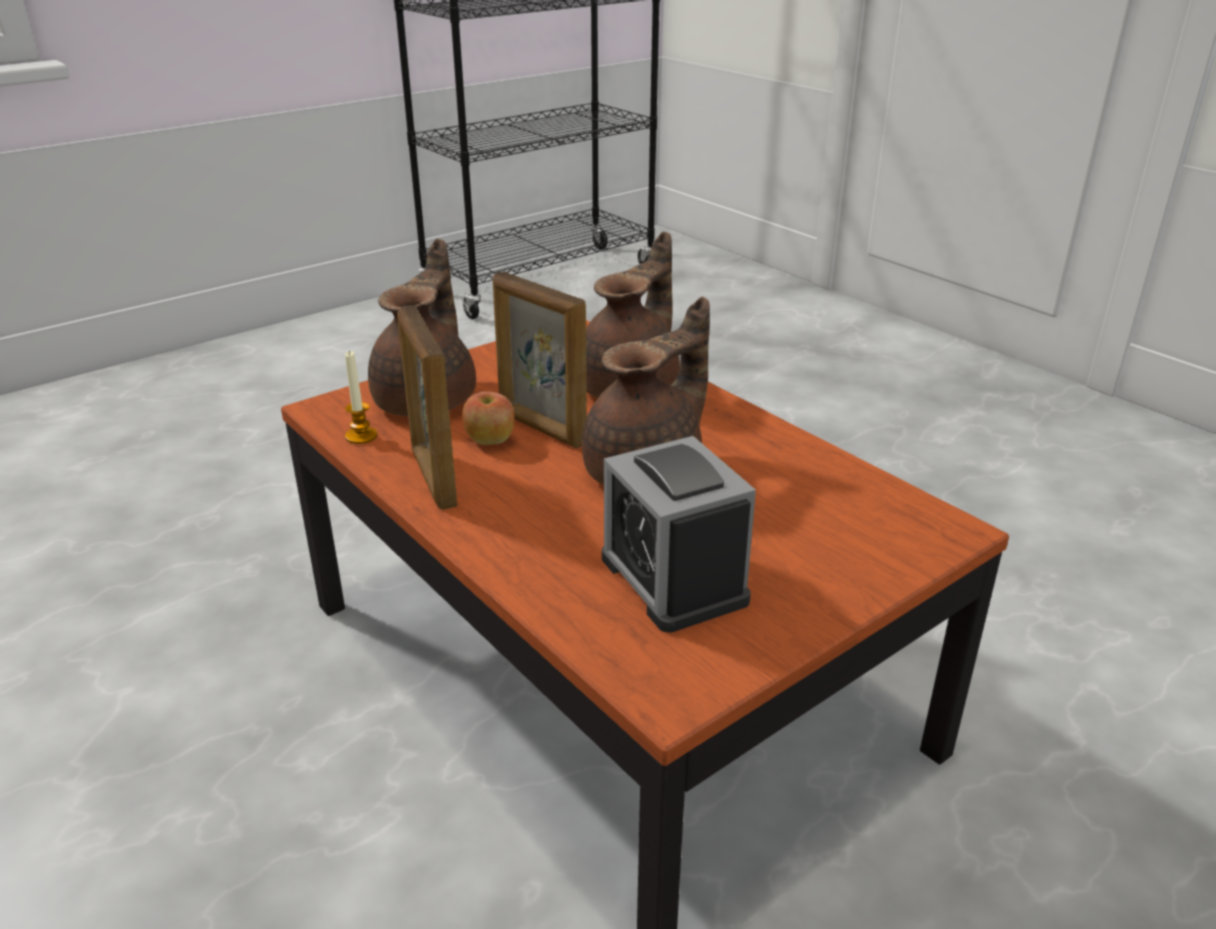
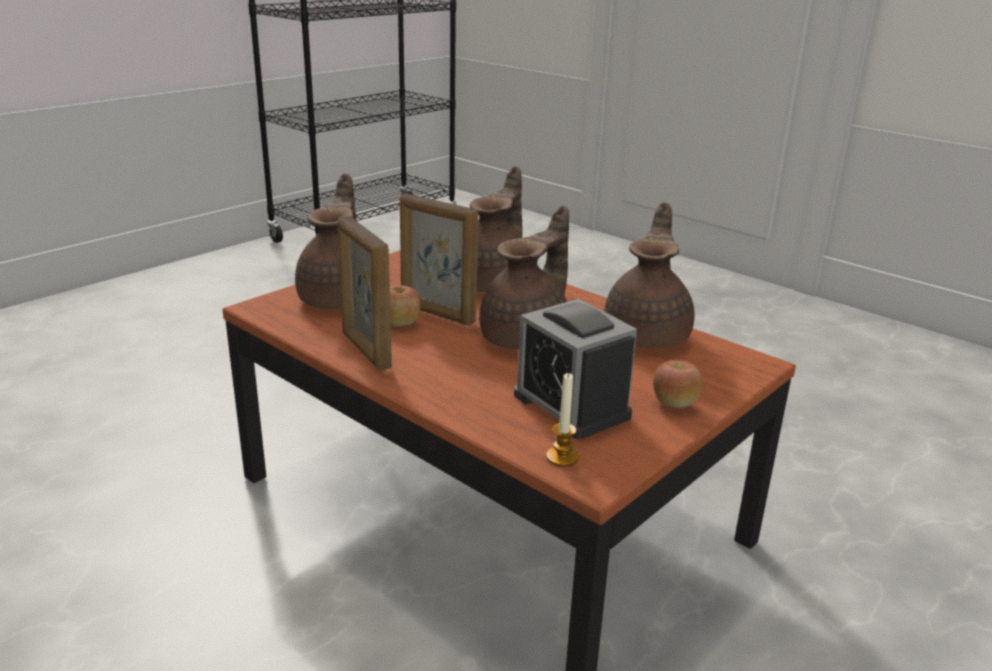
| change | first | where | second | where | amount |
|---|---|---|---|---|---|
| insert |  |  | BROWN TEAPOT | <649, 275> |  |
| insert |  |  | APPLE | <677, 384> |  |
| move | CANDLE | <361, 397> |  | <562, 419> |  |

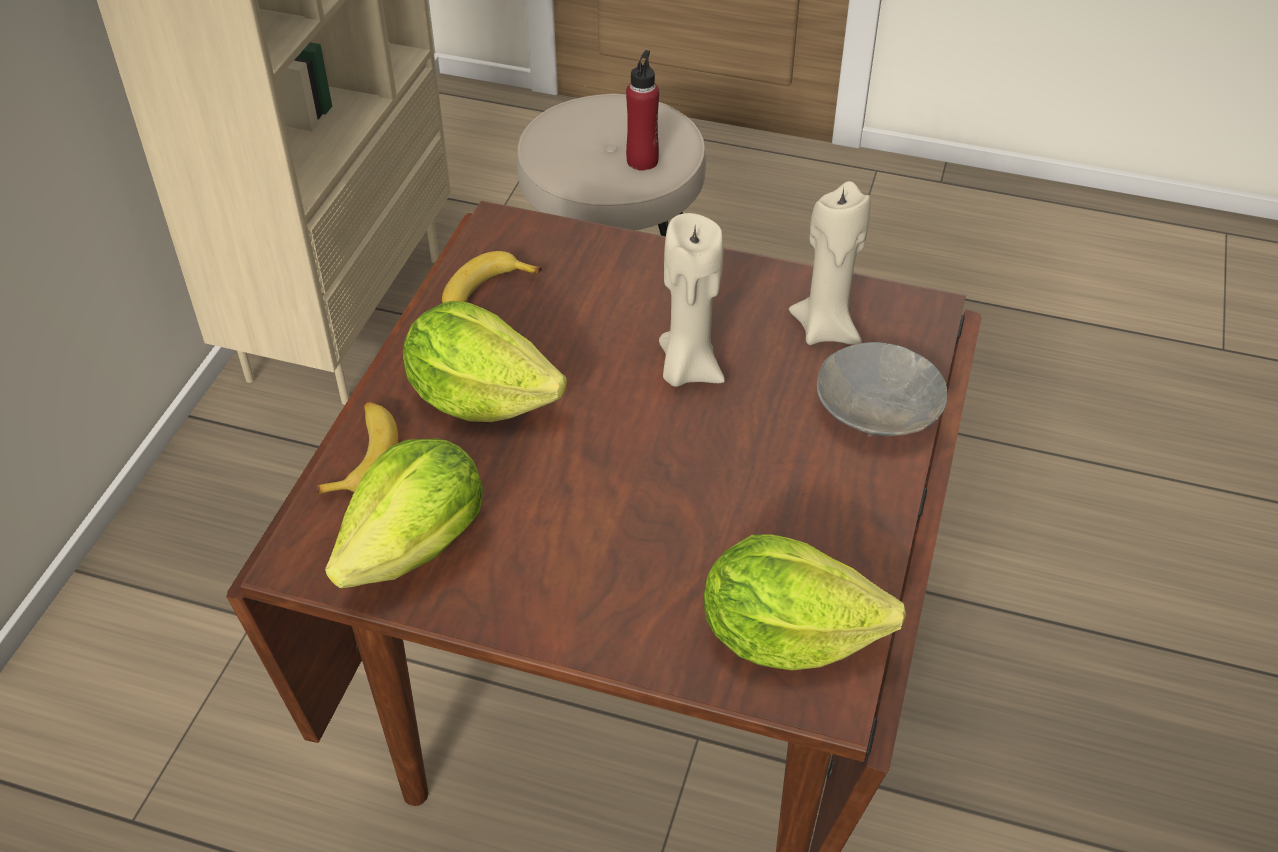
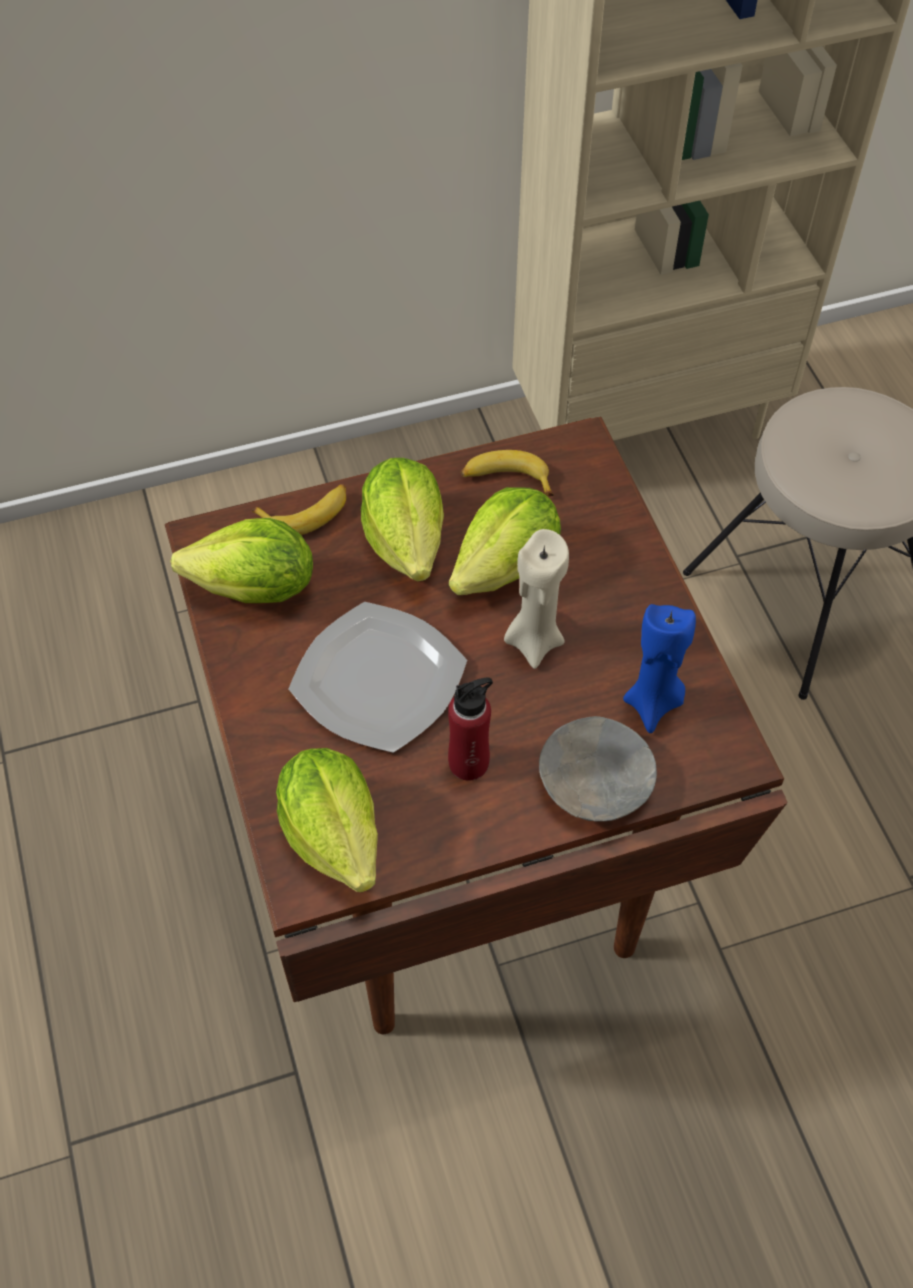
| change | first | where | second | where | amount |
|---|---|---|---|---|---|
| insert |  |  | PLATE | <378, 677> |  |
| insert |  |  | LETTUCE | <505, 541> |  |
| move | RED BOTTLE | <642, 110> |  | <470, 729> |  |
| recolor | BEIGE CANDLE | <830, 263> | BLUE CANDLE | <659, 668> |  |

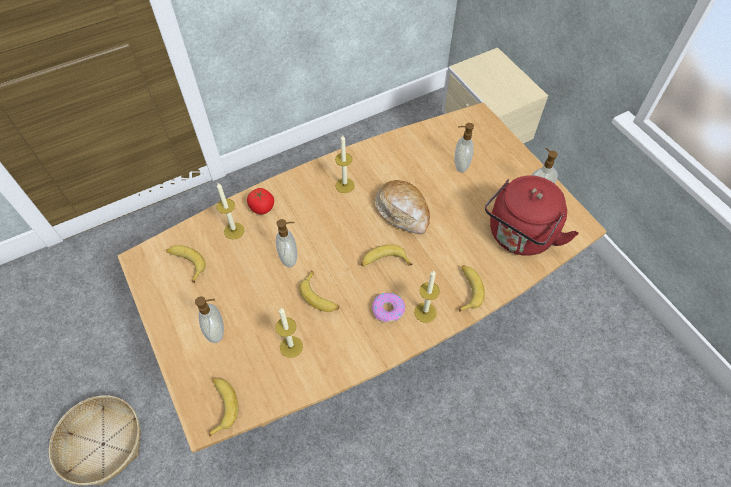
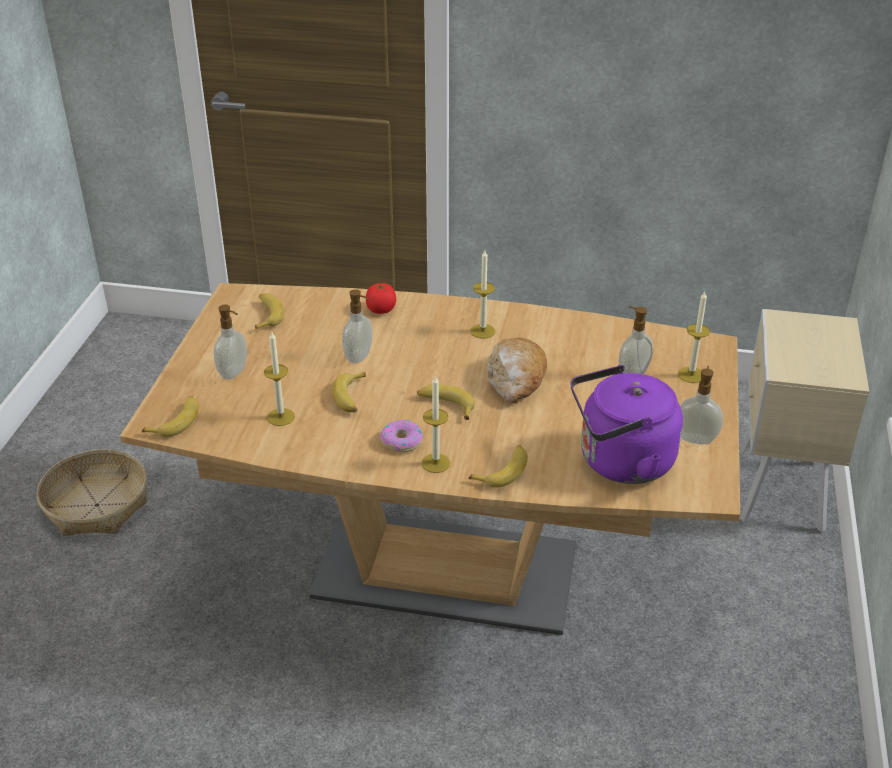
| change | first | where | second | where | amount |
|---|---|---|---|---|---|
| move | CANDLE | <230, 211> |  | <694, 337> |  |
| recolor | RED KETTLE | <532, 215> | PURPLE KETTLE | <626, 424> |  |

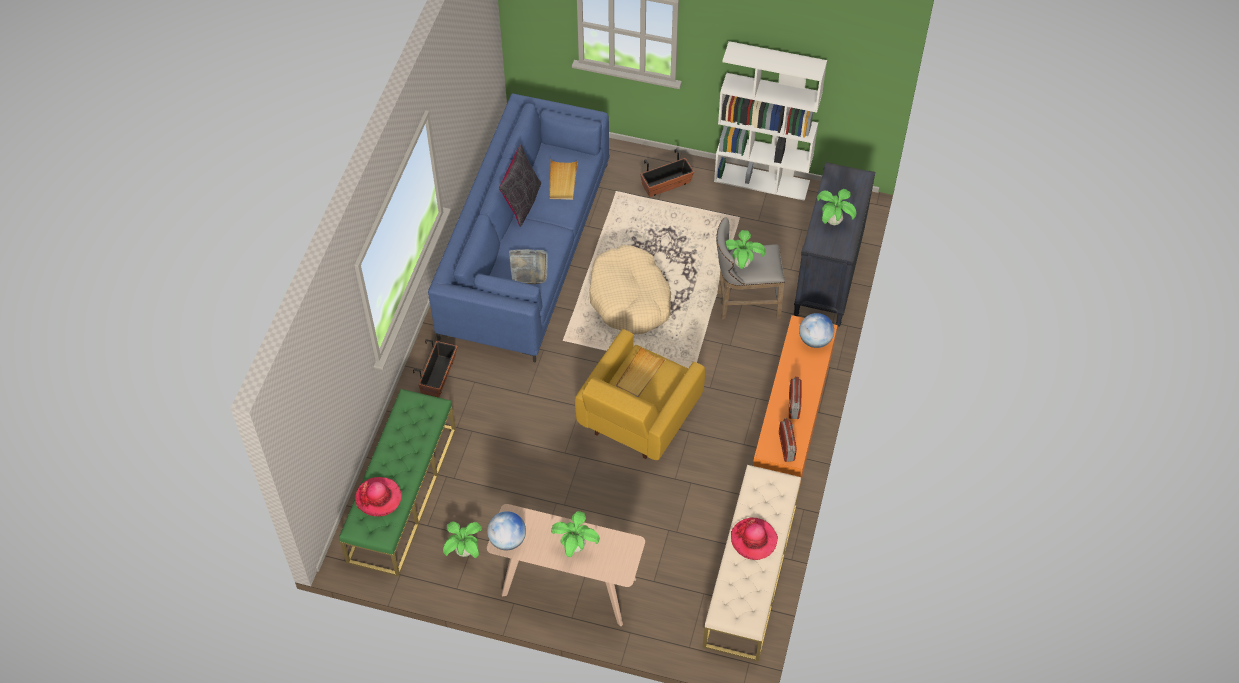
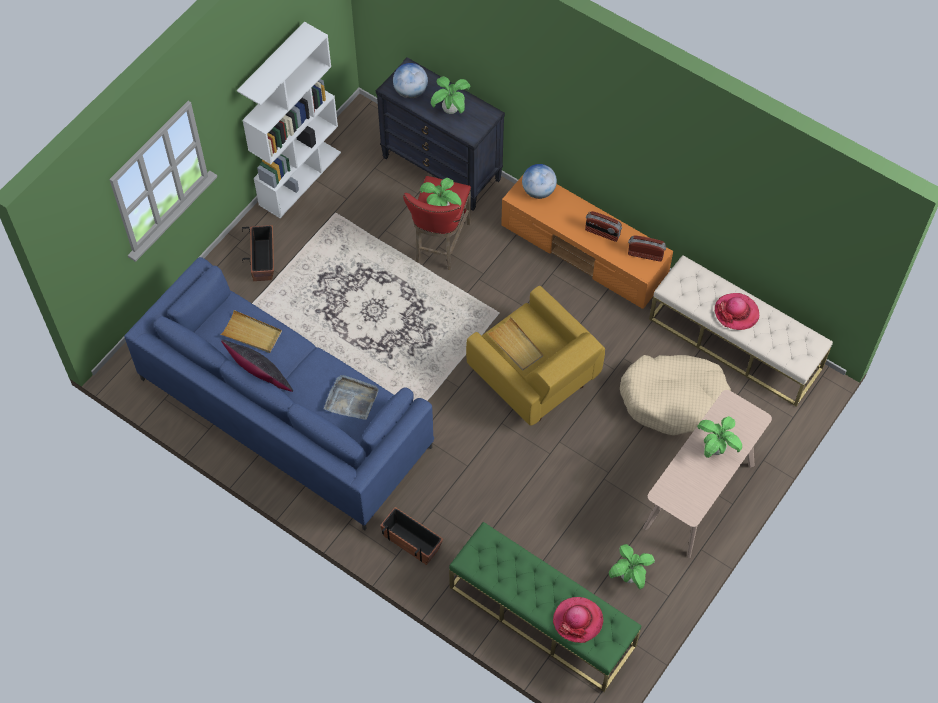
| change | first | where | second | where | amount |
|---|---|---|---|---|---|
| move | GLOBE | <506, 530> |  | <410, 80> |  |
| move | BEIGE DOG BED | <630, 289> |  | <675, 395> |  |
| recolor | GREY STOOL | <750, 269> | RED STOOL | <437, 223> |  |

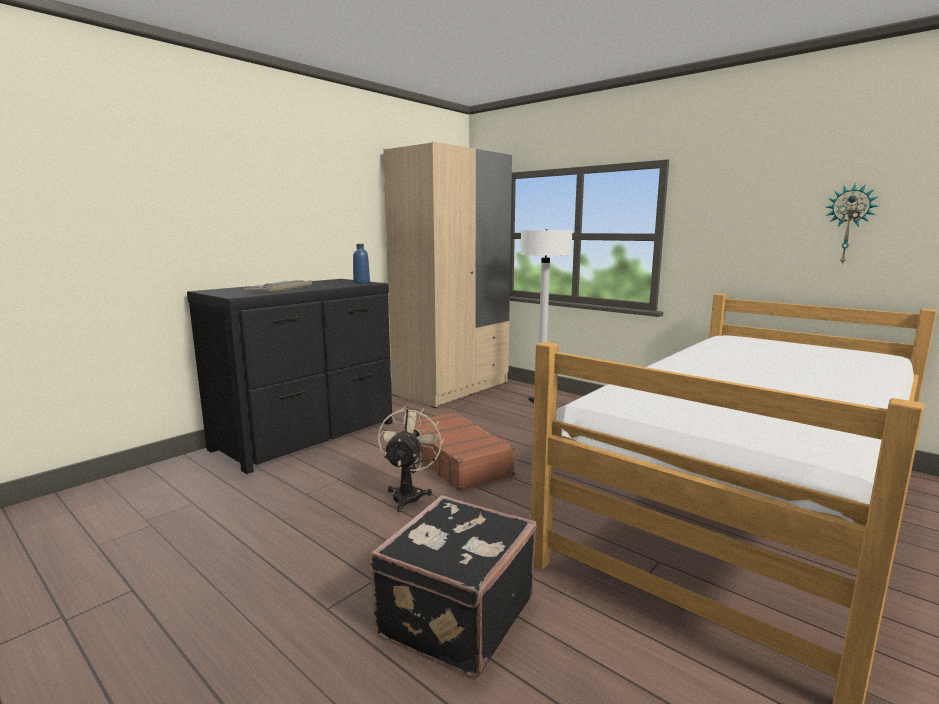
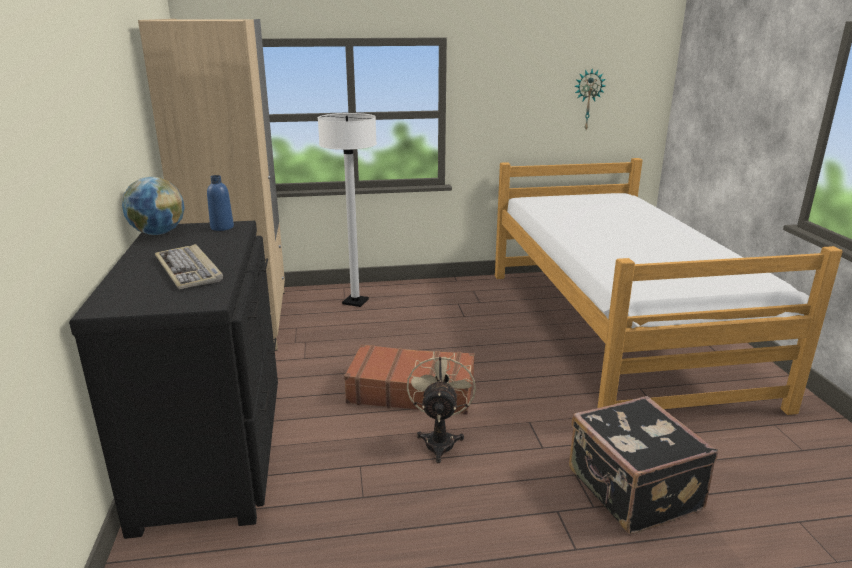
| change | first | where | second | where | amount |
|---|---|---|---|---|---|
| insert |  |  | GLOBE | <153, 206> |  |
| rotate | BEIGE FAN | <411, 459> |  | <441, 407> | 45 degrees clockwise |

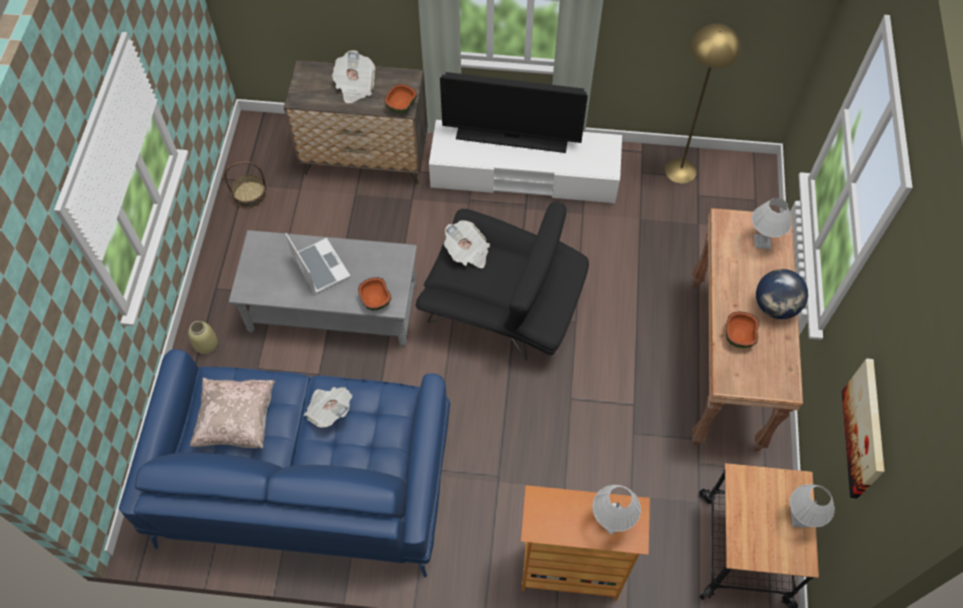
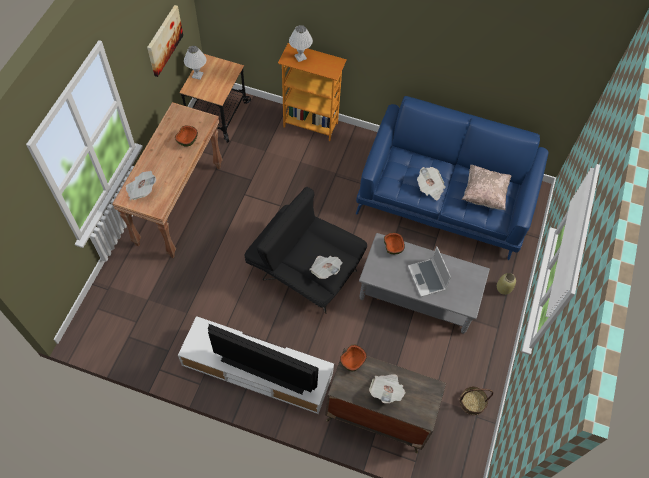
| change | first | where | second | where | amount |
|---|---|---|---|---|---|
| delete | YELLOW FLOOR LAMP | <703, 103> |  |  |  |
| delete | GLOBE | <782, 294> |  |  |  |
| replace | WHITE TABLE LAMP | <772, 223> | NEWSPAPER | <141, 185> |  |

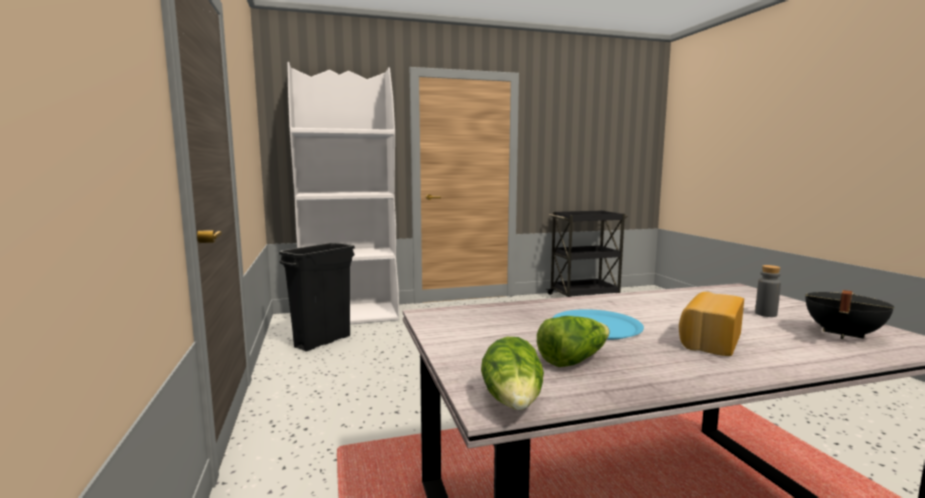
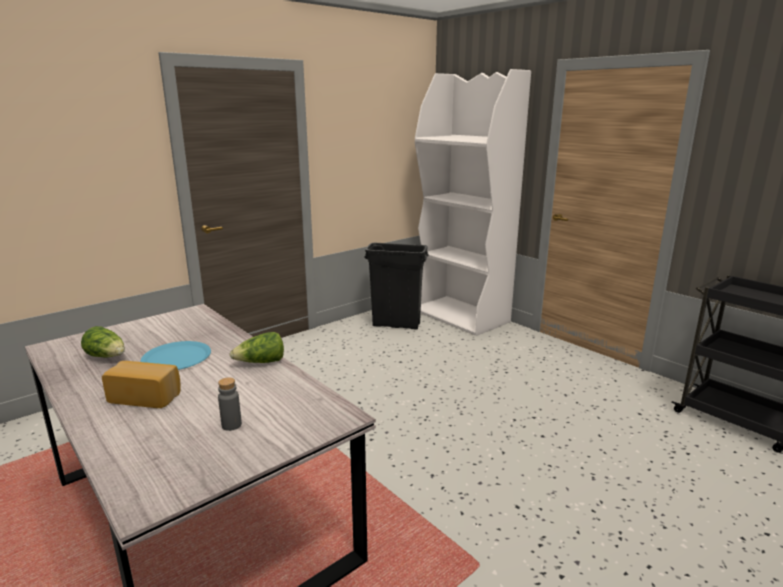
| change | first | where | second | where | amount |
|---|---|---|---|---|---|
| delete | BLACK COOKING POT | <849, 314> |  |  |  |
| move | LETTUCE | <512, 373> |  | <257, 347> |  |

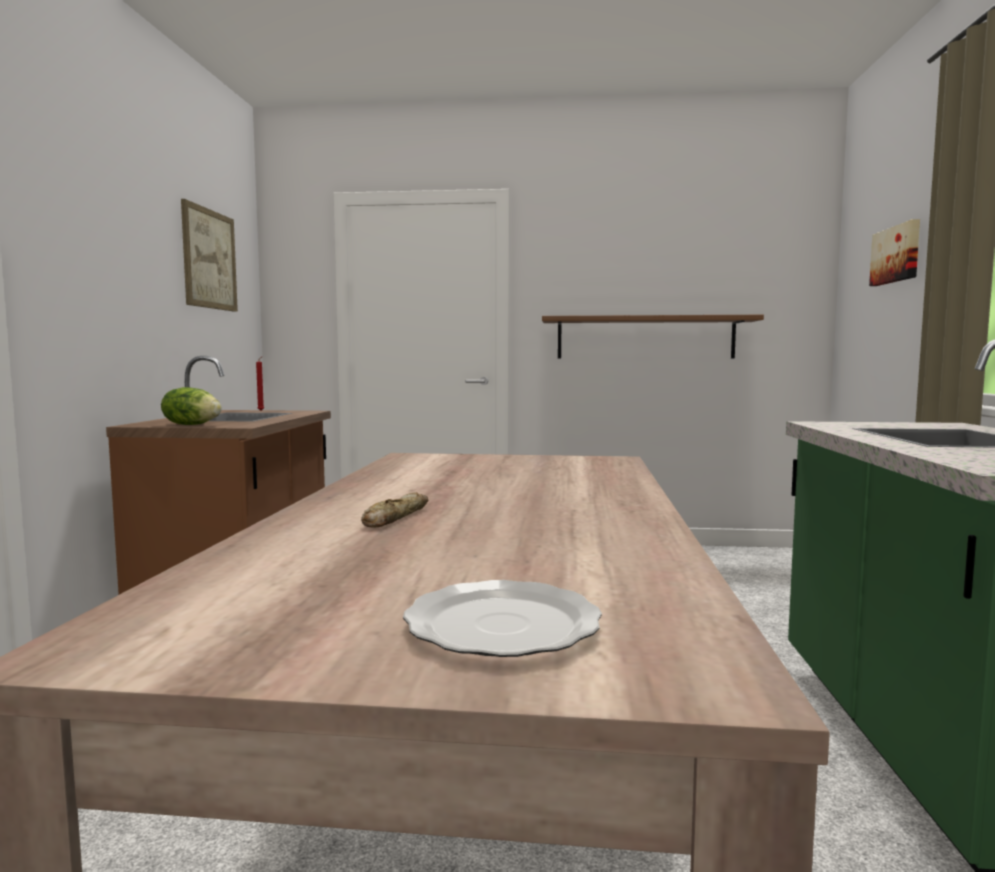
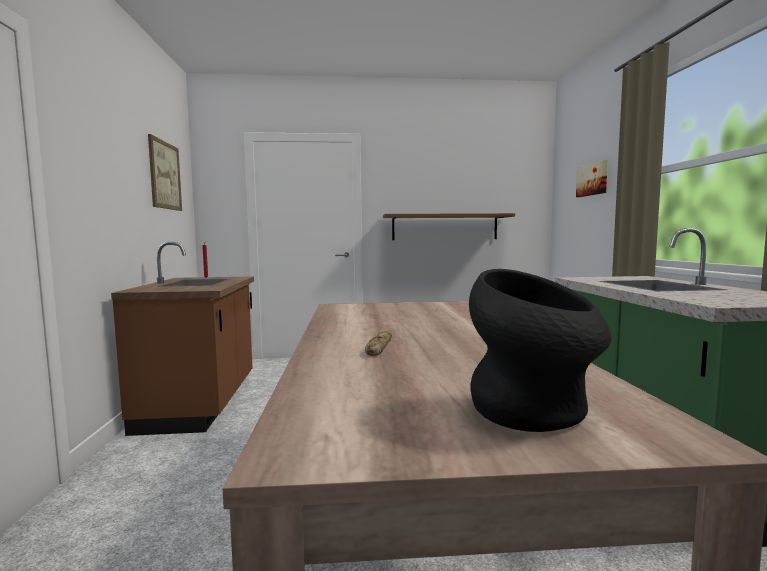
| change | first | where | second | where | amount |
|---|---|---|---|---|---|
| delete | LETTUCE | <191, 406> |  |  |  |
| replace | PLATE | <502, 618> | BLACK VASE | <540, 350> |  |

